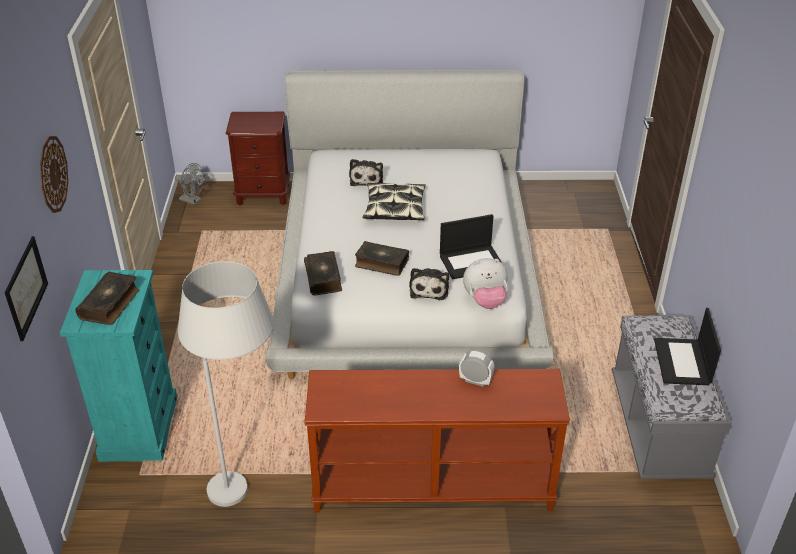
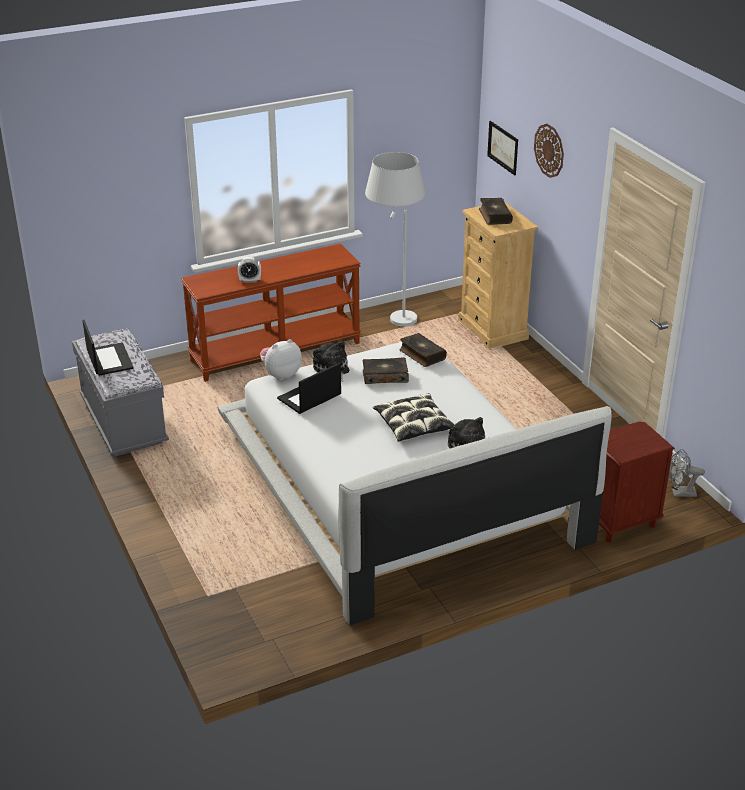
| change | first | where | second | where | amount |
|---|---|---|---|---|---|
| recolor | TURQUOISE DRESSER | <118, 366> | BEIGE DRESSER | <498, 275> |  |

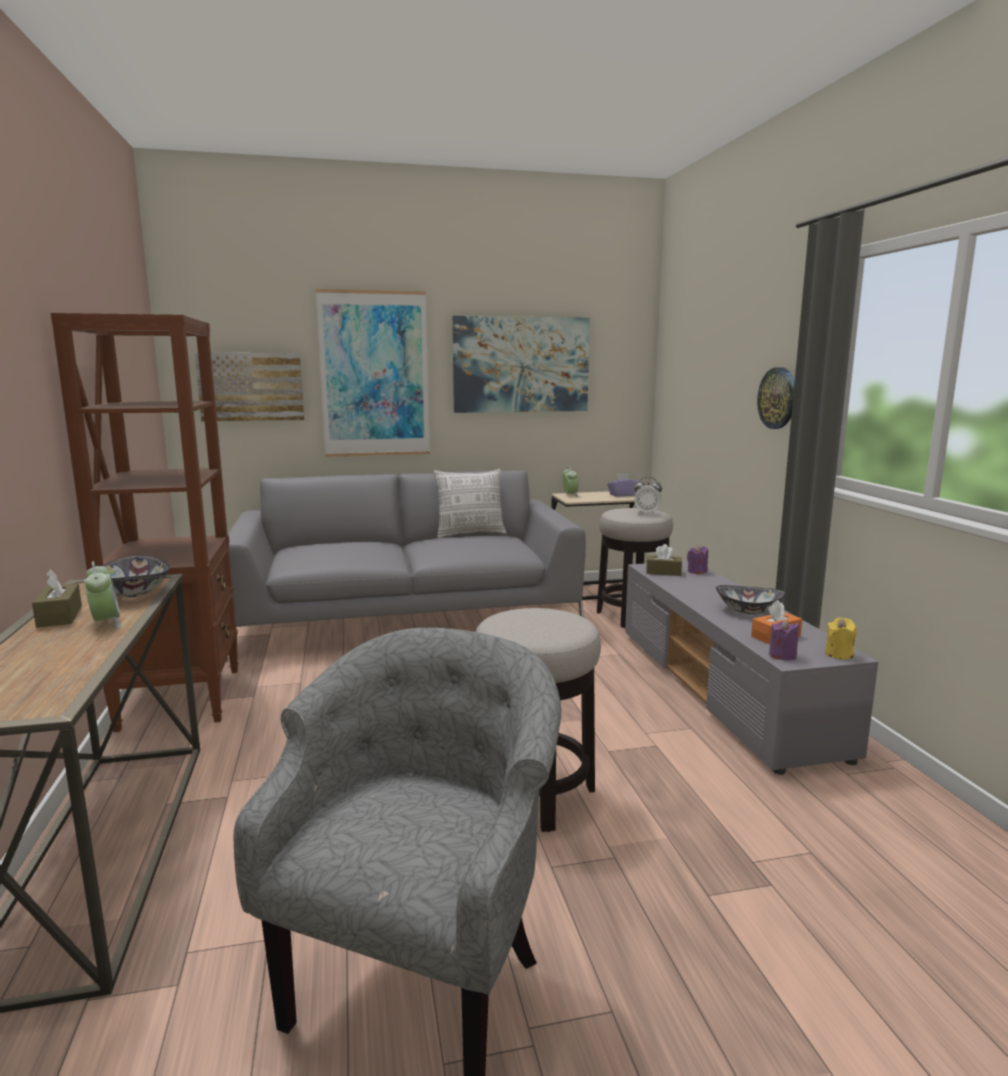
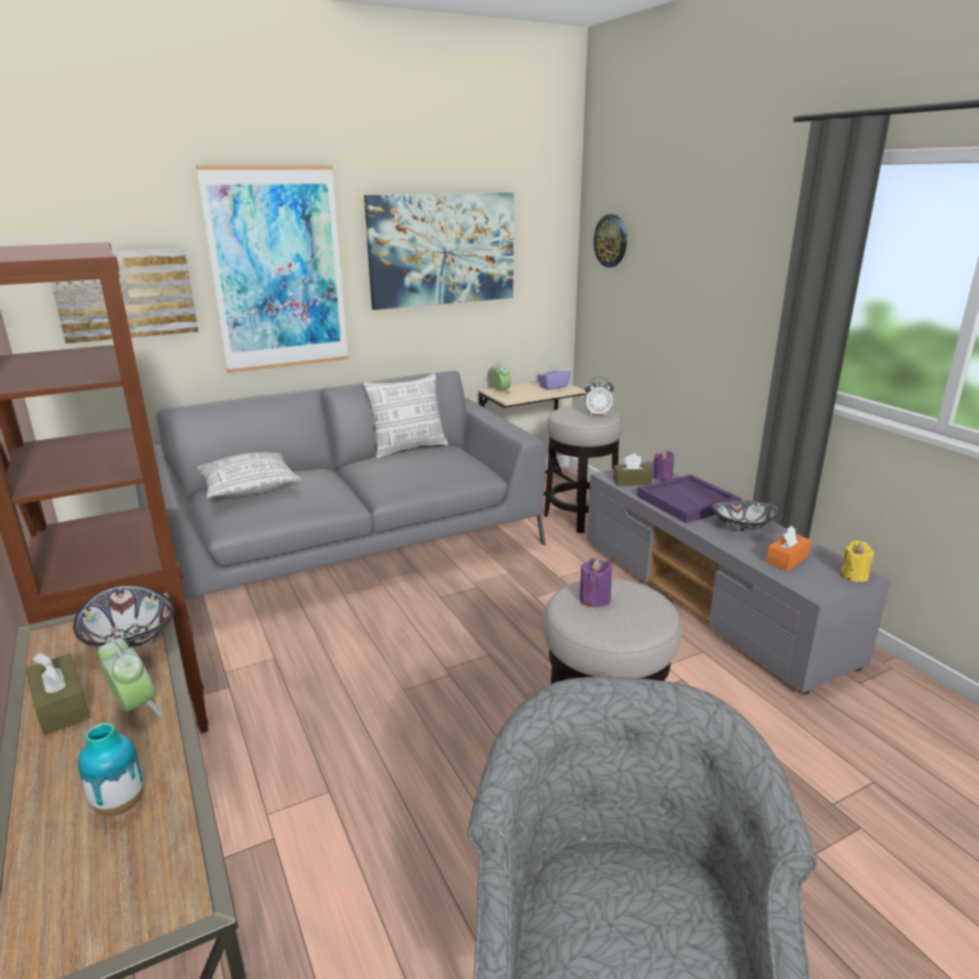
| change | first | where | second | where | amount |
|---|---|---|---|---|---|
| insert |  |  | VASE | <111, 769> |  |
| insert |  |  | PILLOW | <249, 475> |  |
| insert |  |  | PURPLE TRAY | <689, 498> |  |
| move | WALL CLOCK | <776, 398> |  | <610, 241> |  |
| move | PURPLE CANDLE | <784, 639> |  | <596, 582> |  |

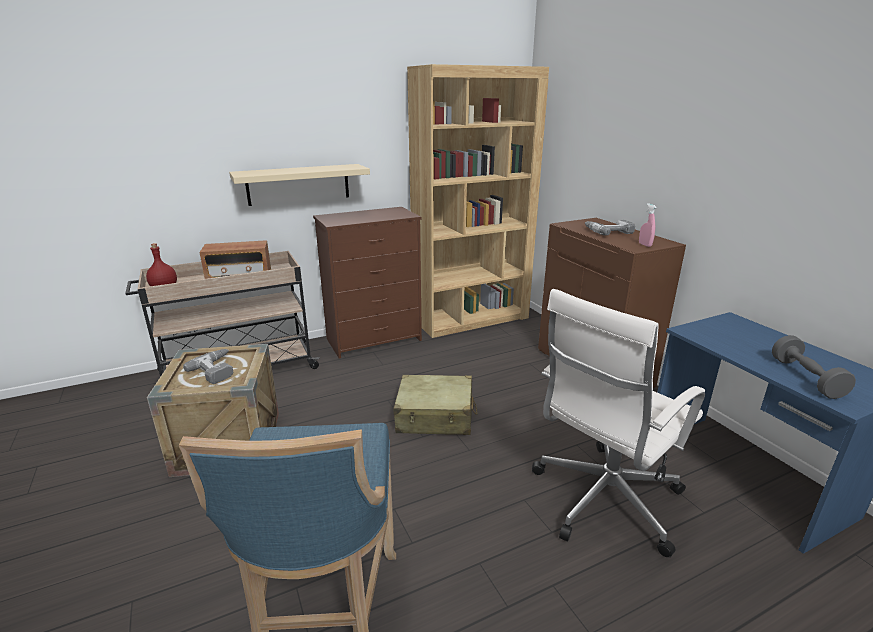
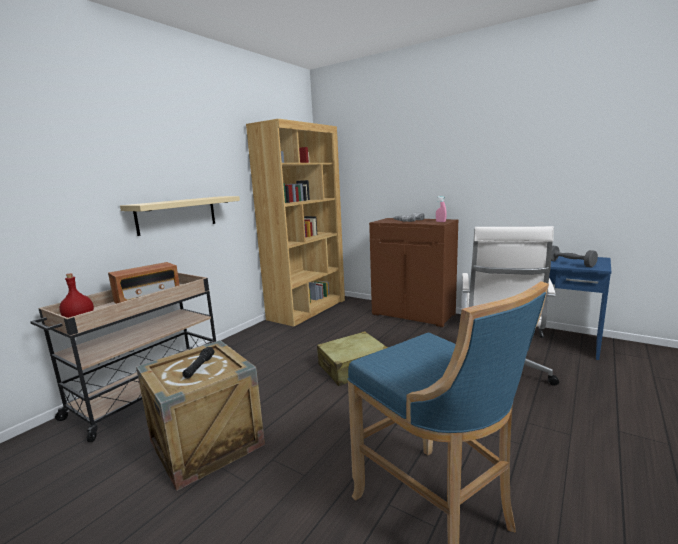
| change | first | where | second | where | amount |
|---|---|---|---|---|---|
| delete | BROWN DRESSER | <367, 282> |  |  |  |
| replace | POWER DRILL | <208, 366> | BLACK FLASHLIGHT | <198, 363> |  |

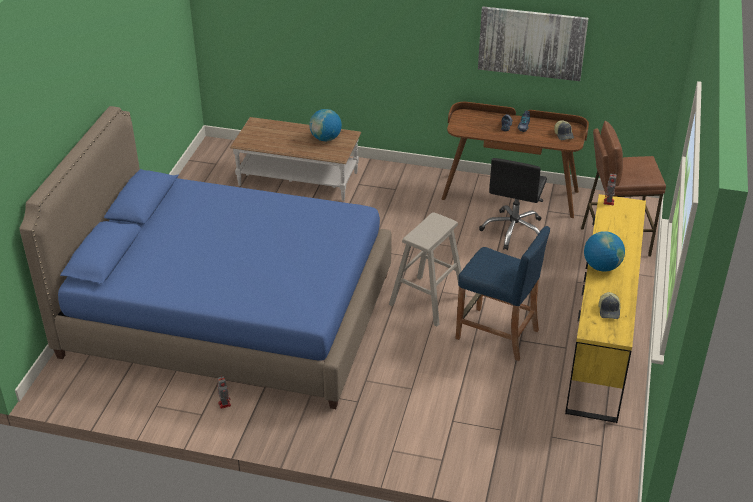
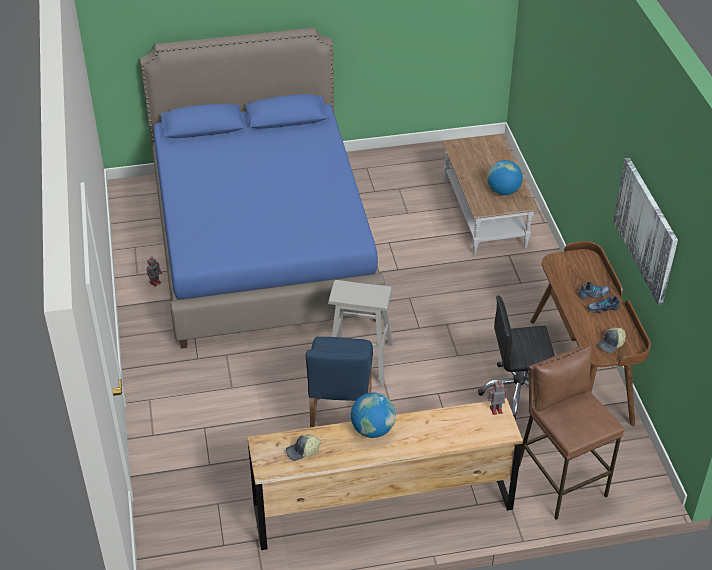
| change | first | where | second | where | amount |
|---|---|---|---|---|---|
| recolor | YELLOW DRESSER | <605, 308> | BROWN DRESSER | <385, 474> |  |

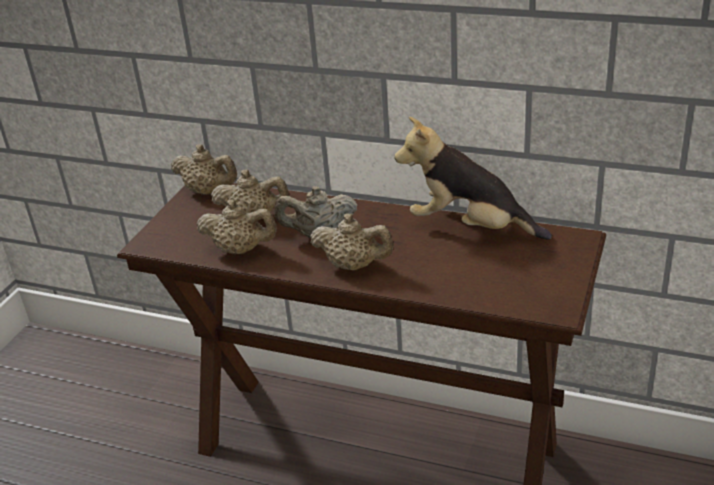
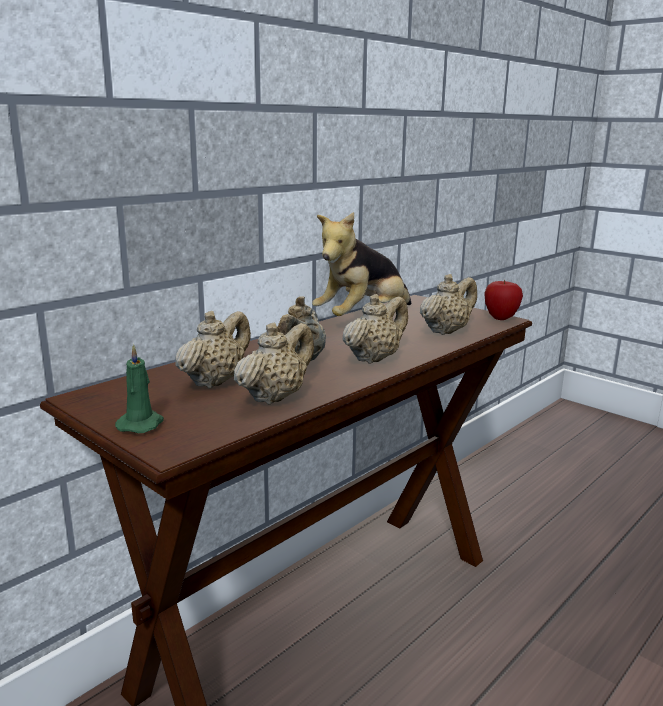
| change | first | where | second | where | amount |
|---|---|---|---|---|---|
| insert |  |  | GREEN CANDLE | <139, 388> |  |
| insert |  |  | APPLE | <503, 300> |  |
| move | BEIGE TEAPOT | <204, 169> |  | <448, 304> |  |

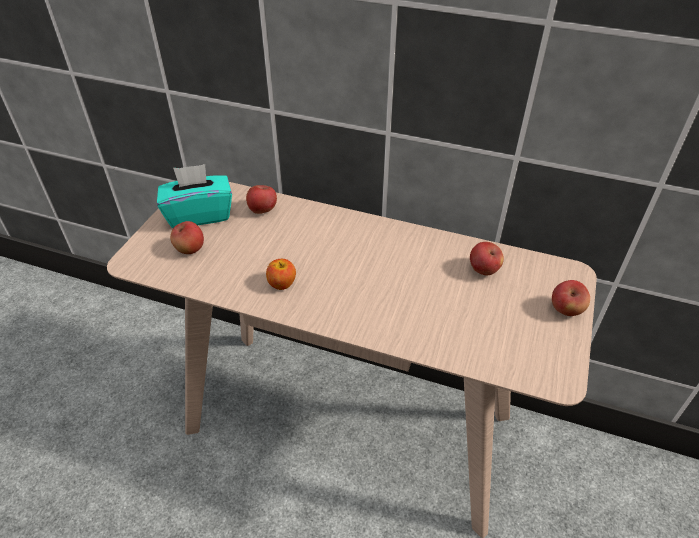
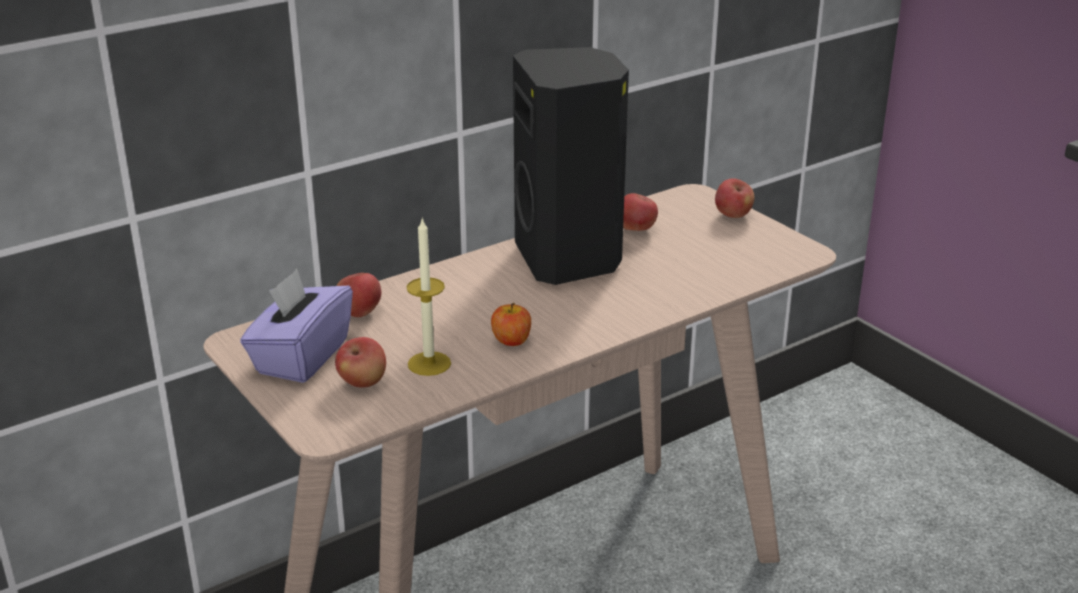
| change | first | where | second | where | amount |
|---|---|---|---|---|---|
| insert |  |  | CANDLE | <429, 296> |  |
| insert |  |  | BLACK SPEAKER | <571, 166> |  |
| recolor | TURQUOISE TISSUE BOX | <194, 196> | PURPLE TISSUE BOX | <296, 326> |  |

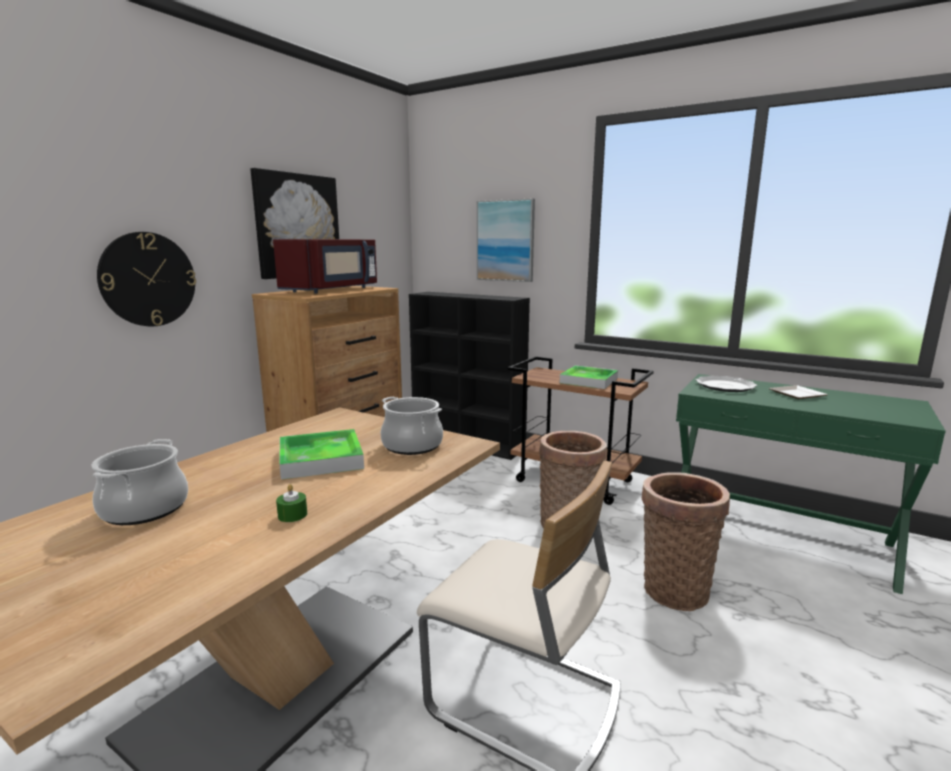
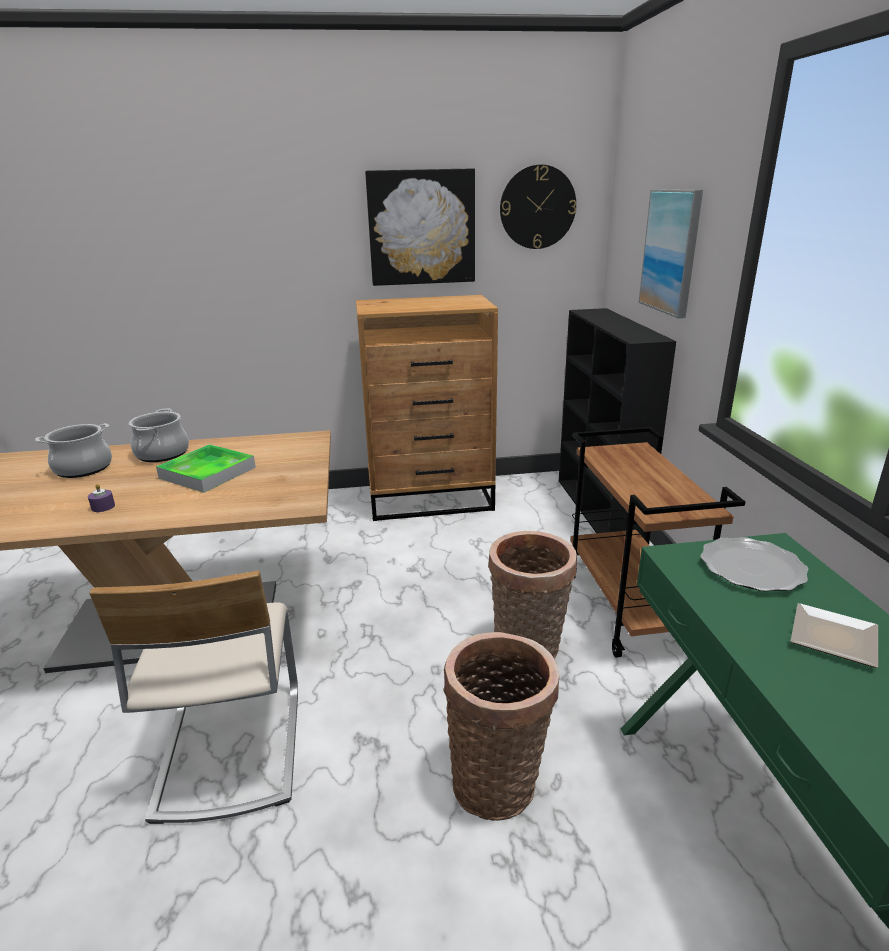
| change | first | where | second | where | amount |
|---|---|---|---|---|---|
| delete | RED MICROWAVE | <325, 266> |  |  |  |
| delete | TRAY | <589, 377> |  |  |  |
| move | WALL CLOCK | <146, 279> |  | <538, 207> |  |
| move | COOKING POT | <412, 426> |  | <159, 435> |  |
| recolor | GREEN CANDLE | <291, 503> | PURPLE CANDLE | <101, 498> |  |

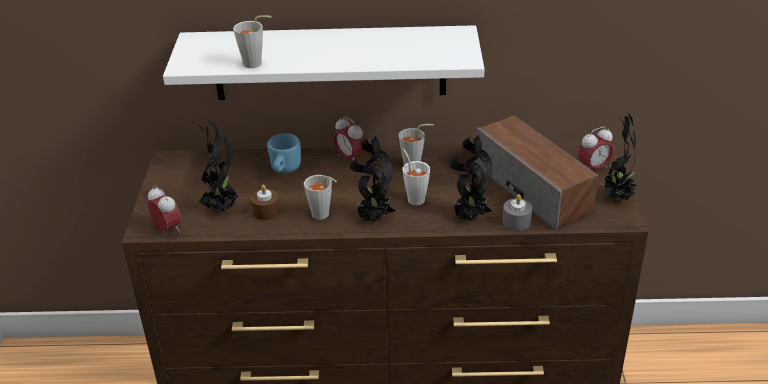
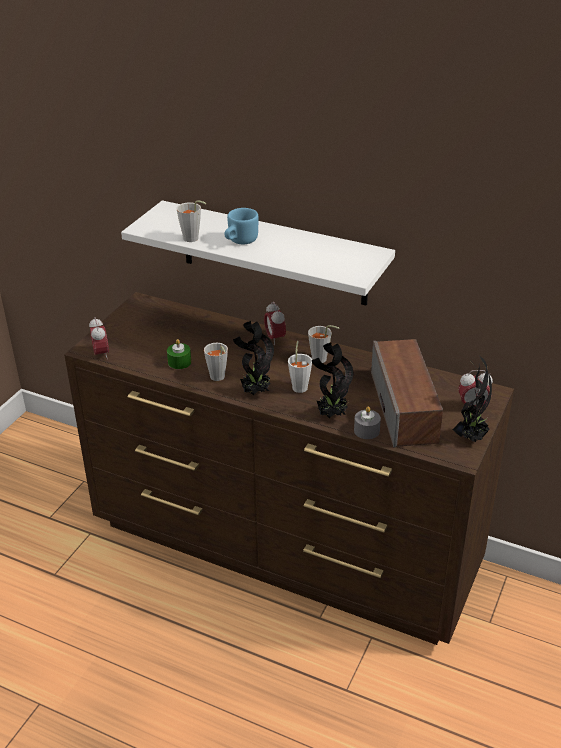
| change | first | where | second | where | amount |
|---|---|---|---|---|---|
| delete | POTTED PLANT | <218, 165> |  |  |  |
| move | BLUE MUG | <284, 153> |  | <242, 226> |  |
| recolor | BROWN CANDLE | <265, 202> | GREEN CANDLE | <179, 354> |  |

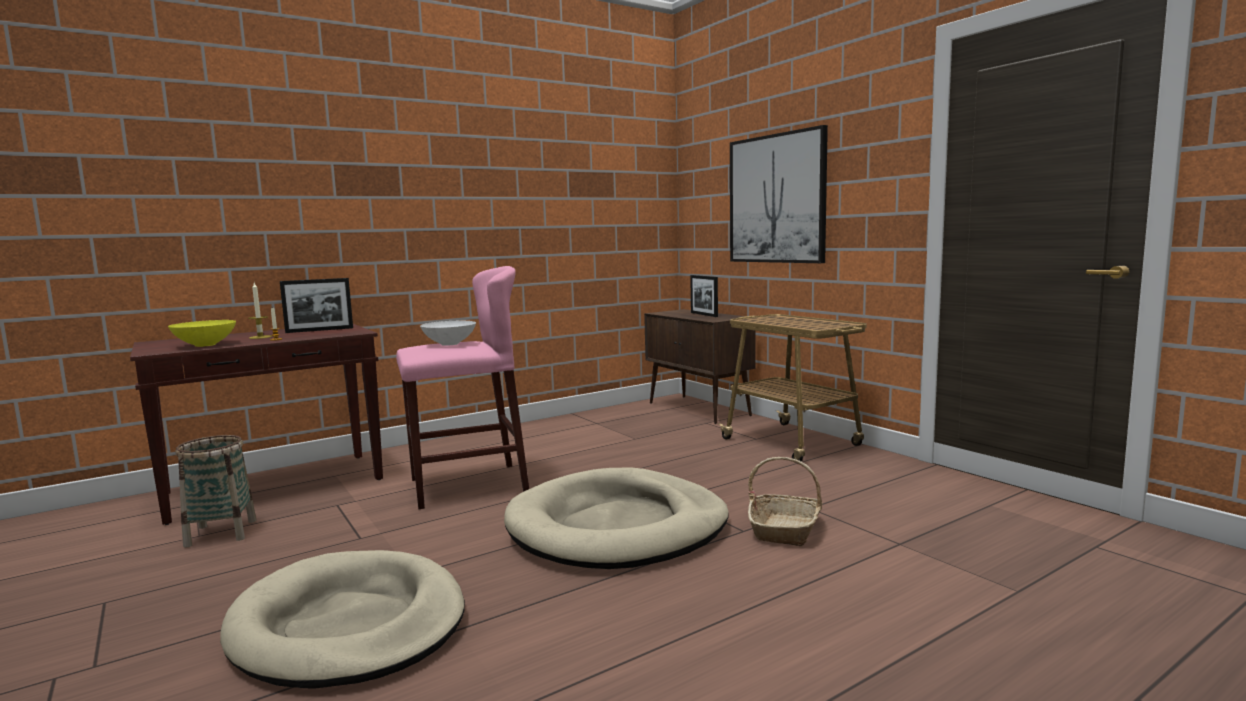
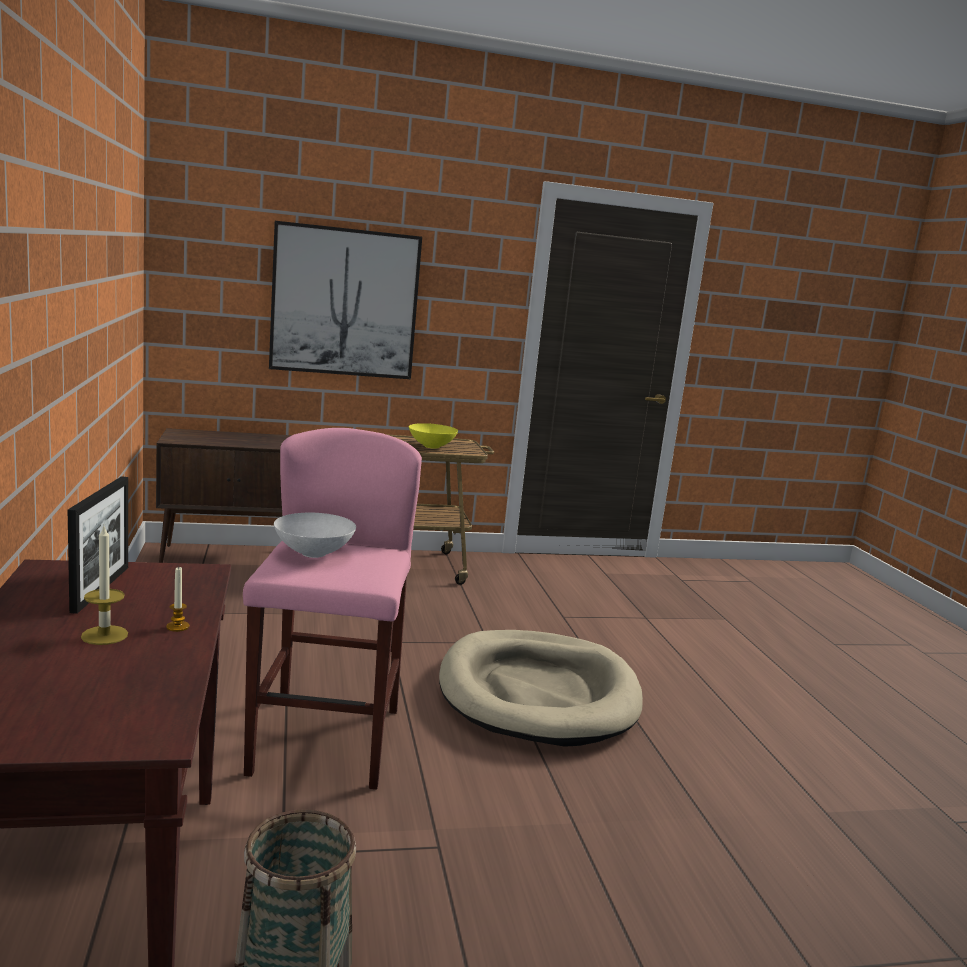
| change | first | where | second | where | amount |
|---|---|---|---|---|---|
| delete | BEIGE DOG BED | <342, 619> |  |  |  |
| delete | PICTURE FRAME | <704, 296> |  |  |  |
| delete | BASKET | <785, 501> |  |  |  |
| move | YELLOW BOWL | <202, 333> |  | <433, 436> |  |

